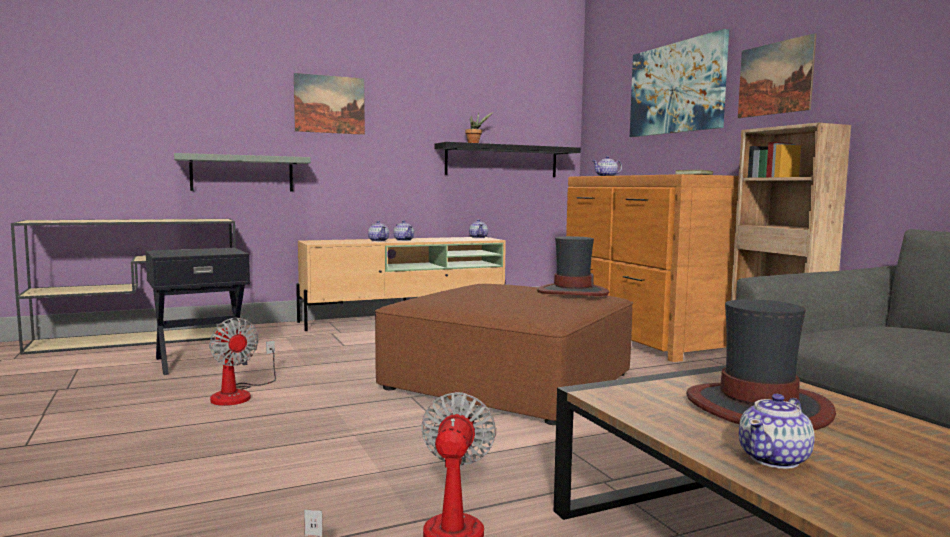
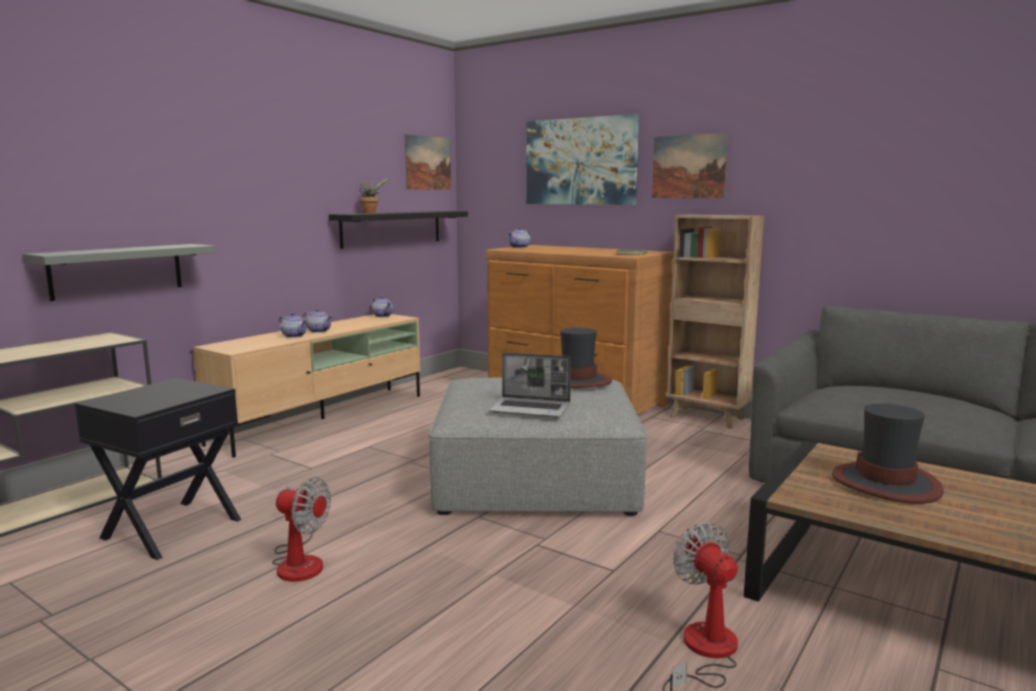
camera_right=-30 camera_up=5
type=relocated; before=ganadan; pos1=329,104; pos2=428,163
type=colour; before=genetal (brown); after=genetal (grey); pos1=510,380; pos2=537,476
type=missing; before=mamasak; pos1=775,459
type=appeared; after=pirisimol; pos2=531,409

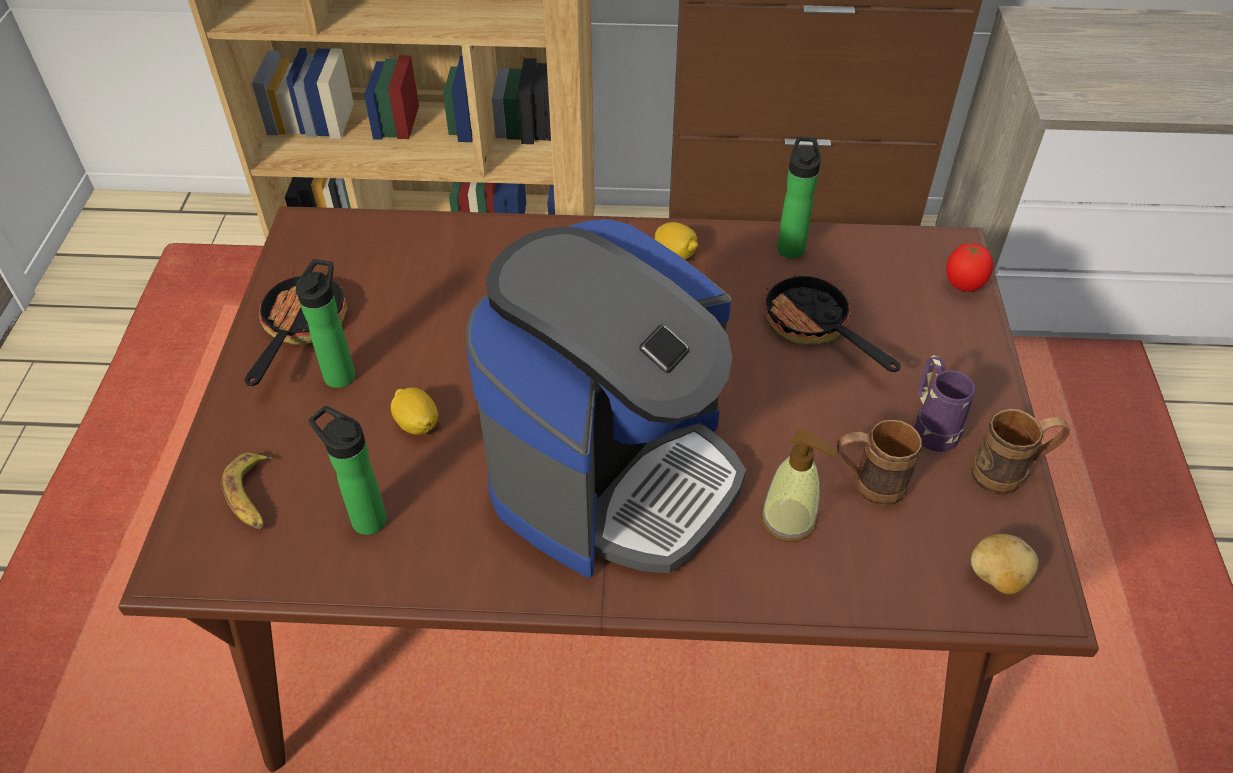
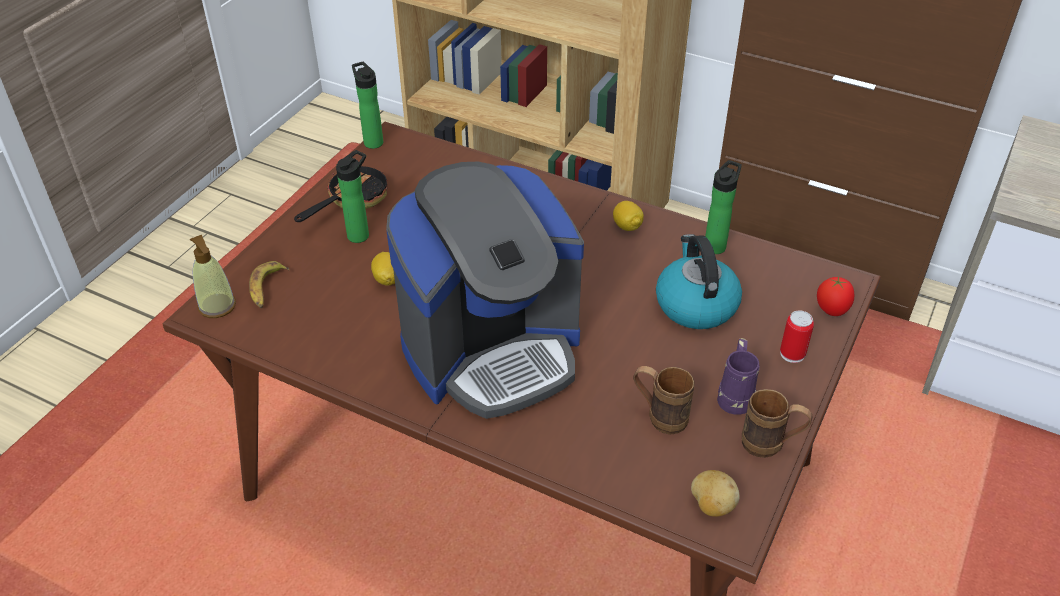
camera_right=25 camera_up=-5
type=exchanged; before=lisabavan; after=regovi; pos1=815,328; pos2=695,304
type=relocated; before=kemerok; pos1=365,518; pos2=372,141
type=relocated; before=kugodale; pos1=789,520; pos2=217,306
type=appeared; after=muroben; pos2=792,354

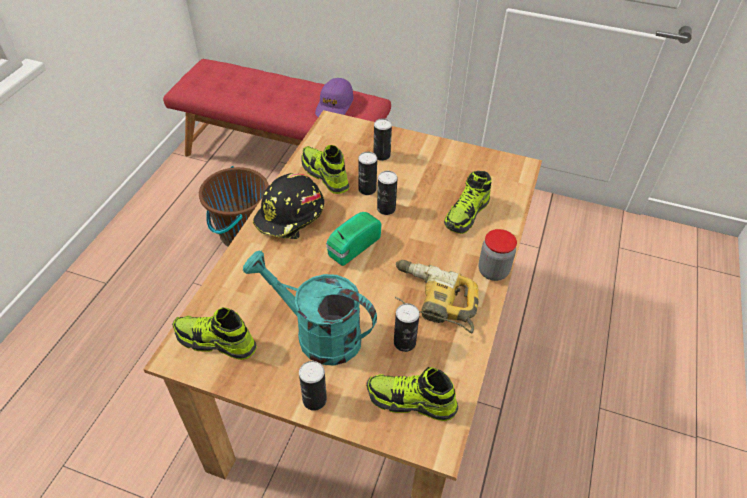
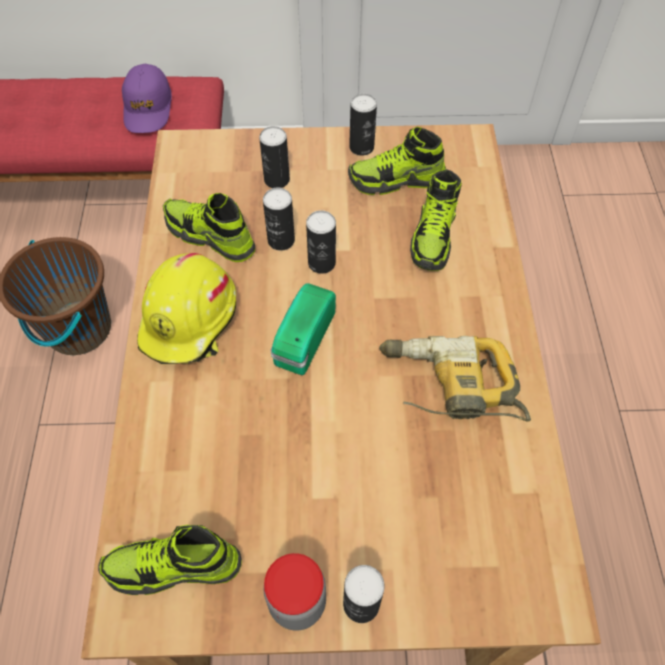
camera_right=-20 camera_up=10
type=colour; before=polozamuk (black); after=polozamuk (yellow); pos1=291,216; pos2=190,320
type=relocated; before=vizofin; pos1=493,271; pos2=297,602
type=missing; before=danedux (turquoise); pos1=318,334
type=relocated; before=muroben; pos1=404,342; pos2=361,147
type=relocated; before=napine; pos1=411,401; pos2=396,180

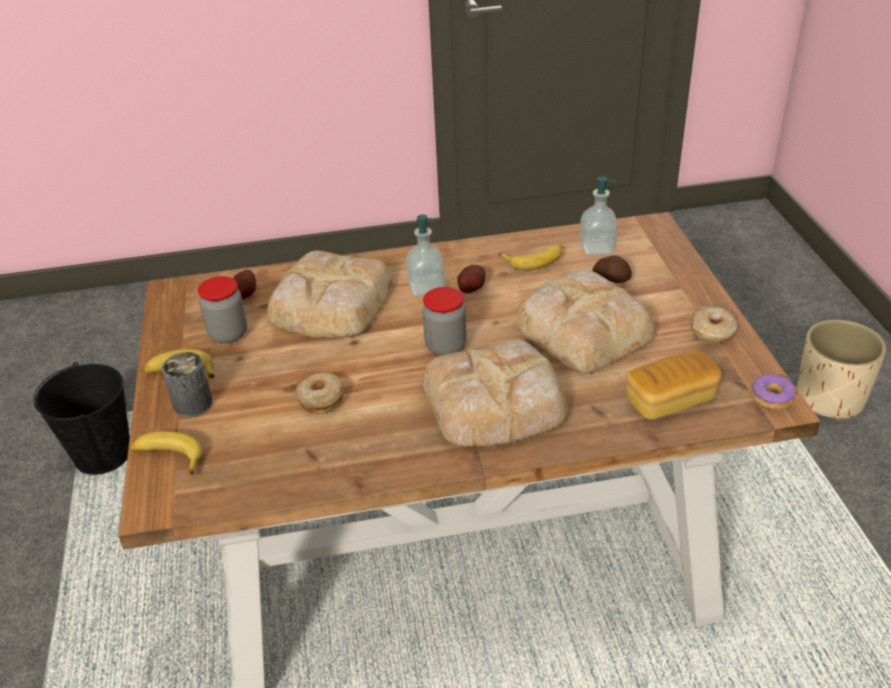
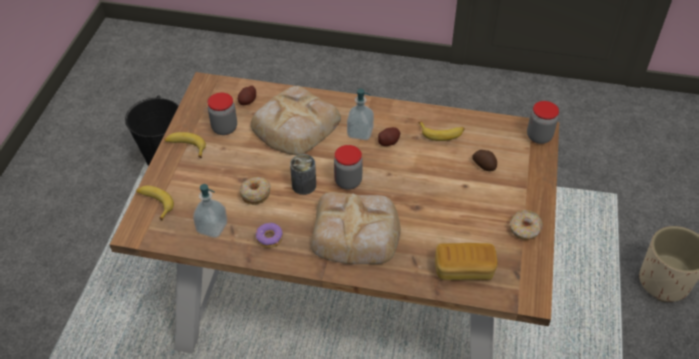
camera_right=20 camera_up=10
type=relocated; before=kugodale; pos1=597,248; pos2=212,227
type=missing; before=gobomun; pos1=583,328
type=relocated; before=muroben; pos1=193,404; pos2=304,185
type=relocated; before=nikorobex; pos1=772,398; pos2=269,238
type=appeared; after=vizofin; pos2=539,136

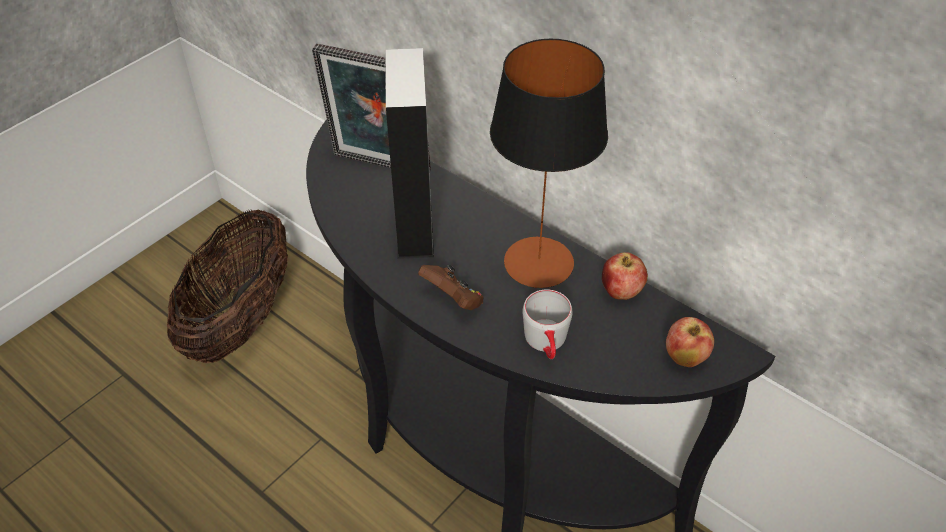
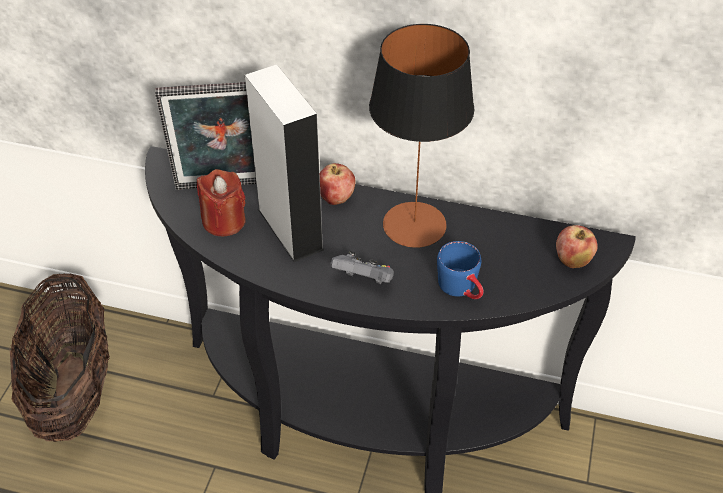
camera_right=-25 camera_up=0
type=relocated; before=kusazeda; pos1=621,292; pos2=336,198
type=colour; before=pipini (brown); after=pipini (grey); pos1=453,300; pos2=364,280
type=colour; before=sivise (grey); after=sivise (blue); pos1=547,344; pos2=462,289
type=appeared; after=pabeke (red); pos2=224,221

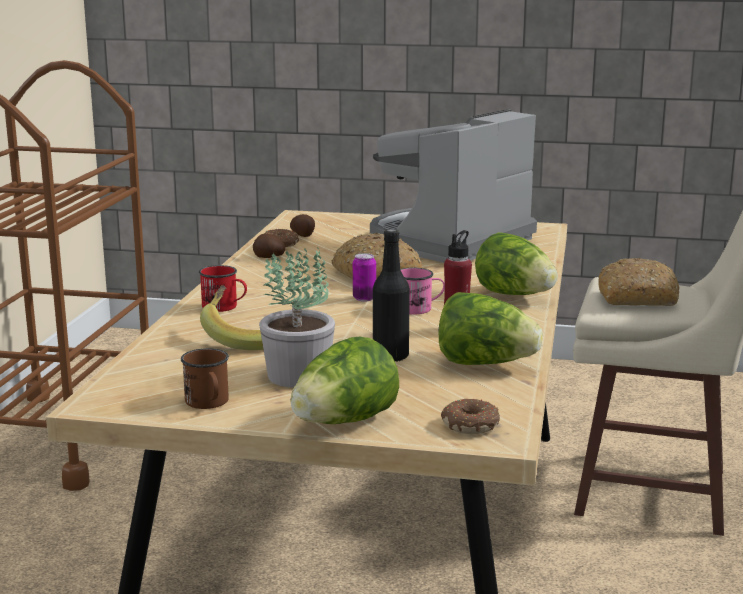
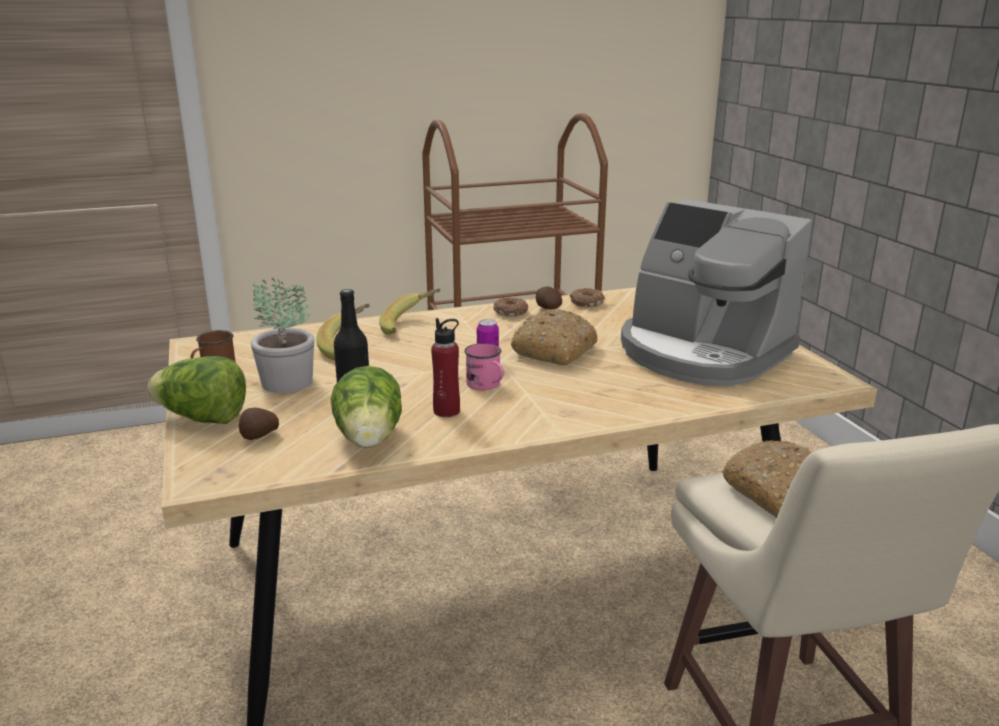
camera_right=60 camera_up=5
type=spun; before=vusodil; pos1=448,241; pos2=701,353; turn=-150
type=relocated; before=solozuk; pos1=303,236; pos2=259,436
type=missing; before=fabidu; pos1=515,295
type=exchanged; before=sivise (red); after=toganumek; pos1=224,307; pos2=411,326
type=relocated; before=nikorobex; pos1=471,425; pos2=511,312

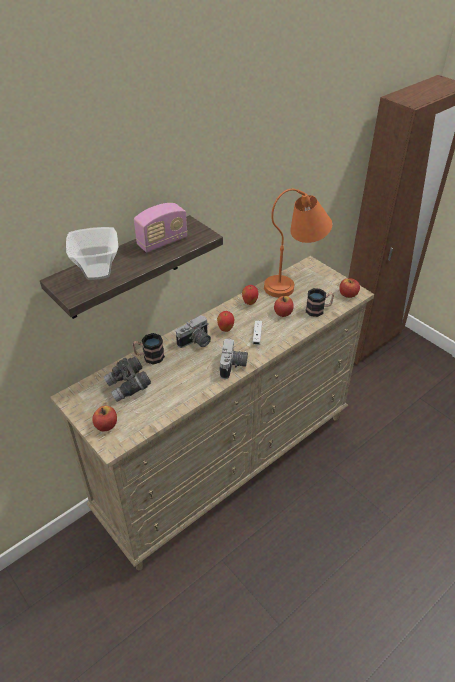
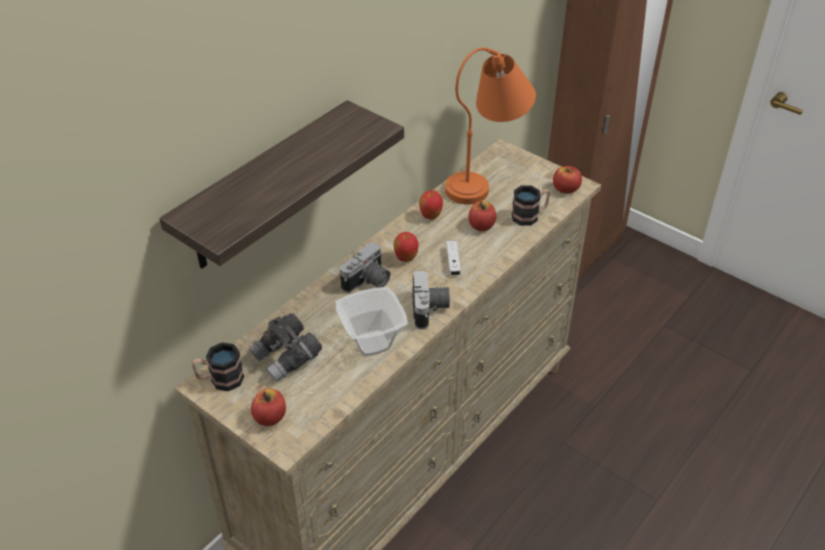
camera_right=-10 camera_up=0
type=missing; before=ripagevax; pos1=162,242
type=relocated; before=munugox; pos1=99,271; pos2=373,342
type=relocated; before=sivise; pos1=149,357; pos2=220,379

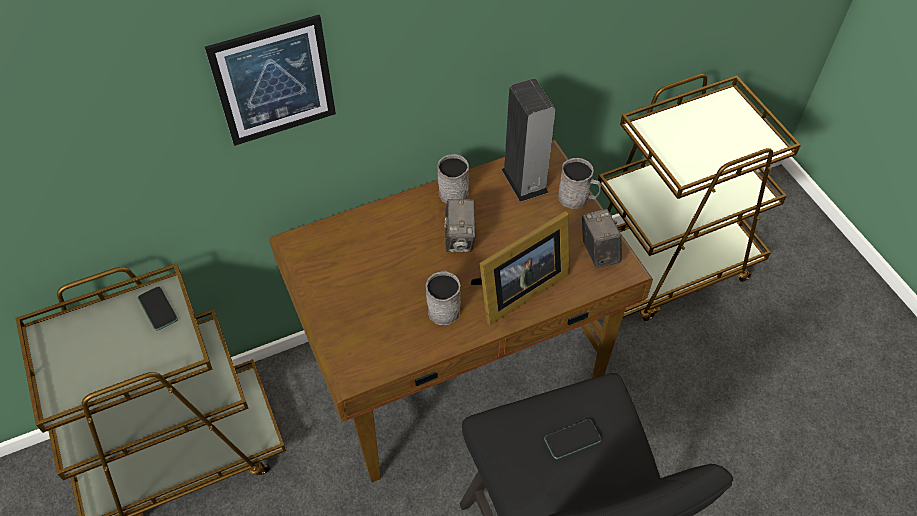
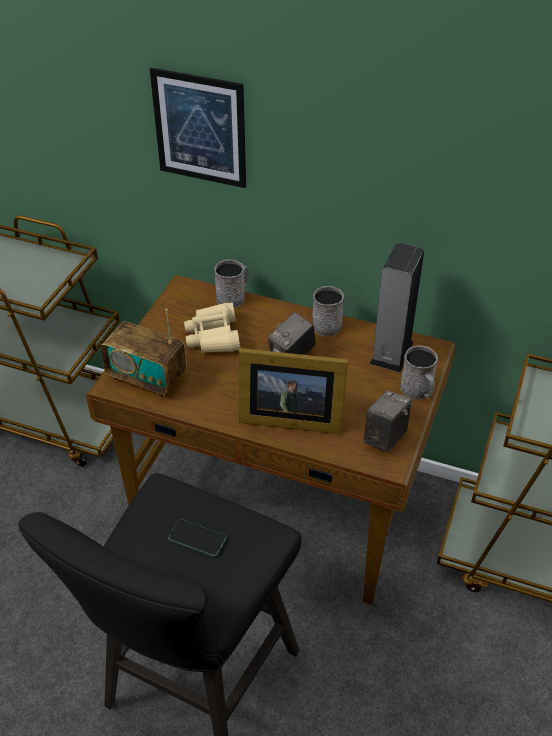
camera_right=45 camera_up=-10
type=relocated; before=sivise (grey); pos1=443,306; pos2=234,297
type=missing; before=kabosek; pos1=158,309
type=appeared; after=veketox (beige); pos2=213,336
type=appeared; after=ripagevax; pos2=147,378

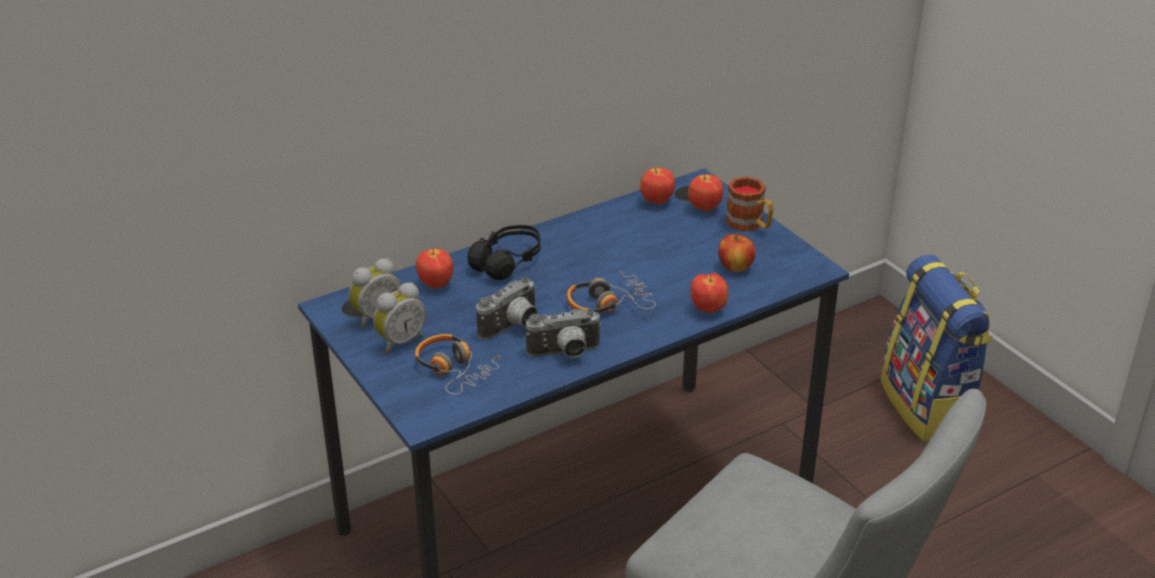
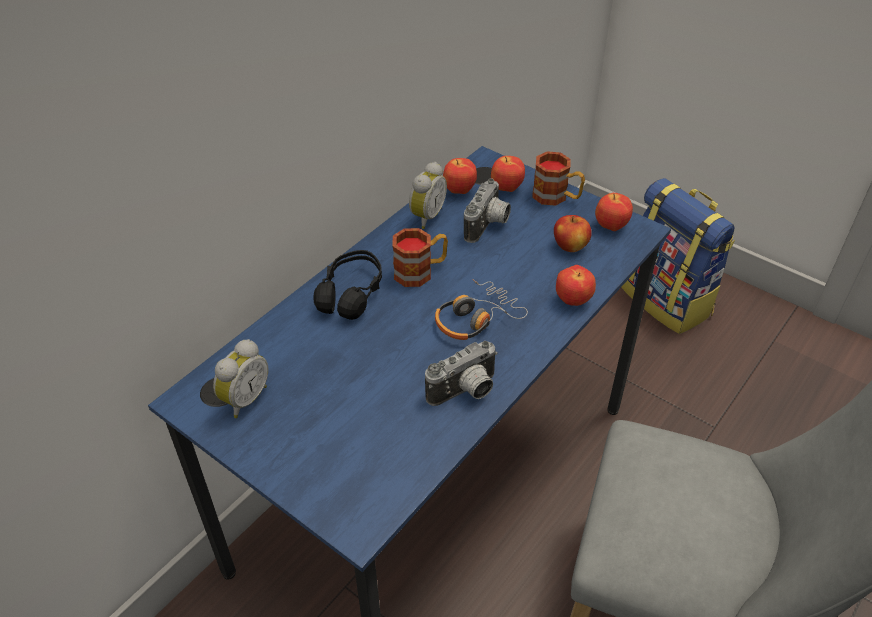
camera_right=-20 camera_up=10
type=relocated; before=kusazeda; pos1=435,285; pos2=610,227
type=relocated; before=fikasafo; pos1=513,327; pos2=488,225
type=relocated; before=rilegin; pos1=399,341; pos2=425,216
type=missing; before=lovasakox; pos1=455,370
type=appeared; after=sivise; pos2=420,271

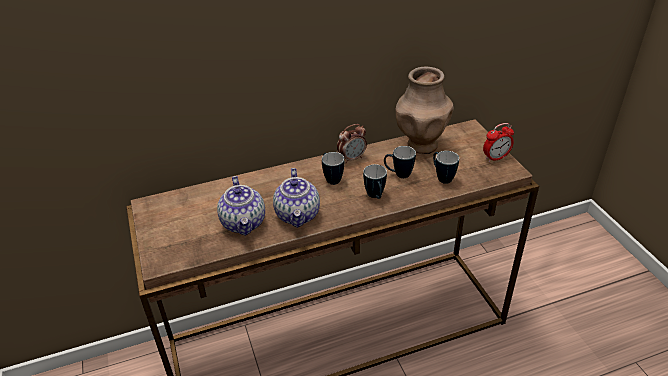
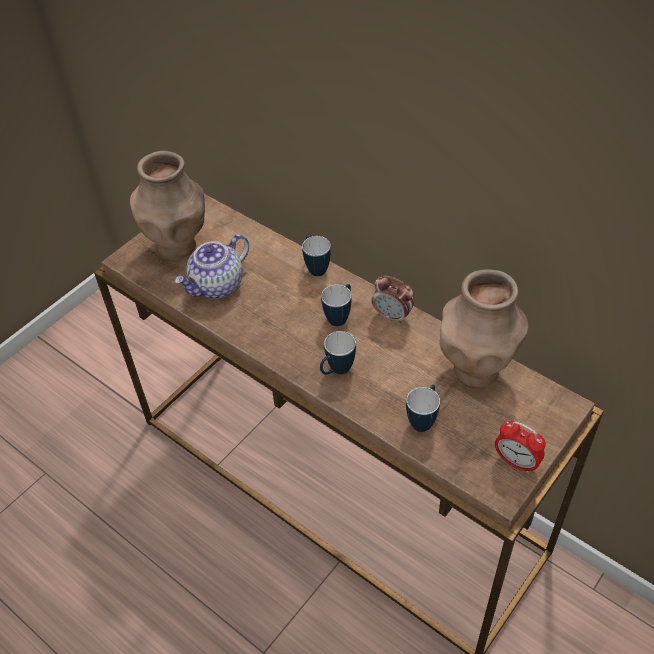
camera_right=60 camera_up=10
type=relocated; before=sivise; pos1=398,174; pos2=315,267
type=missing; before=mamasak; pos1=298,215
type=appeared; after=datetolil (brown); pos2=178,246

